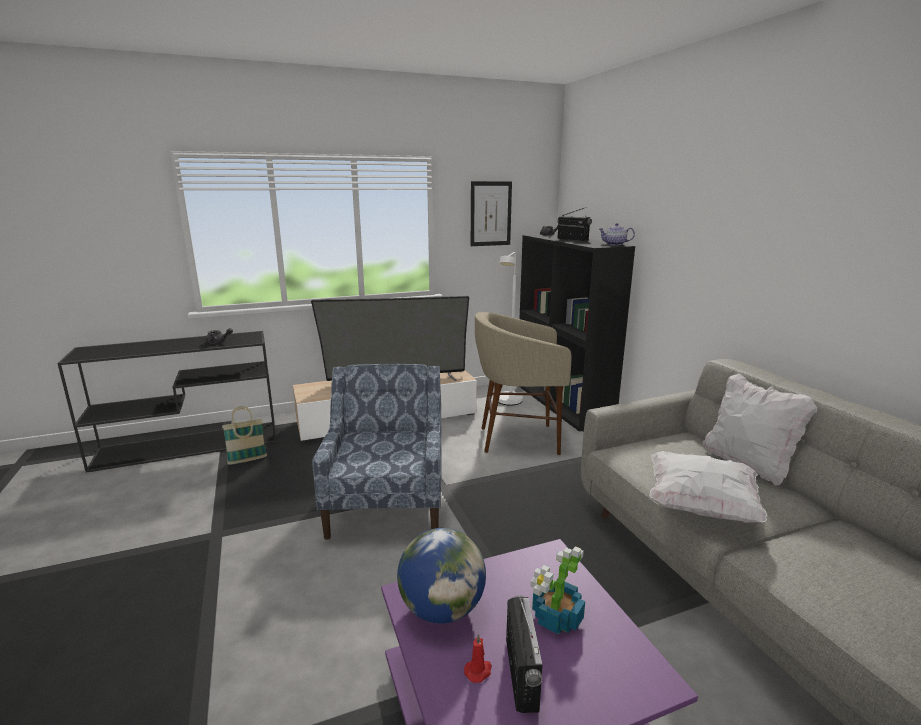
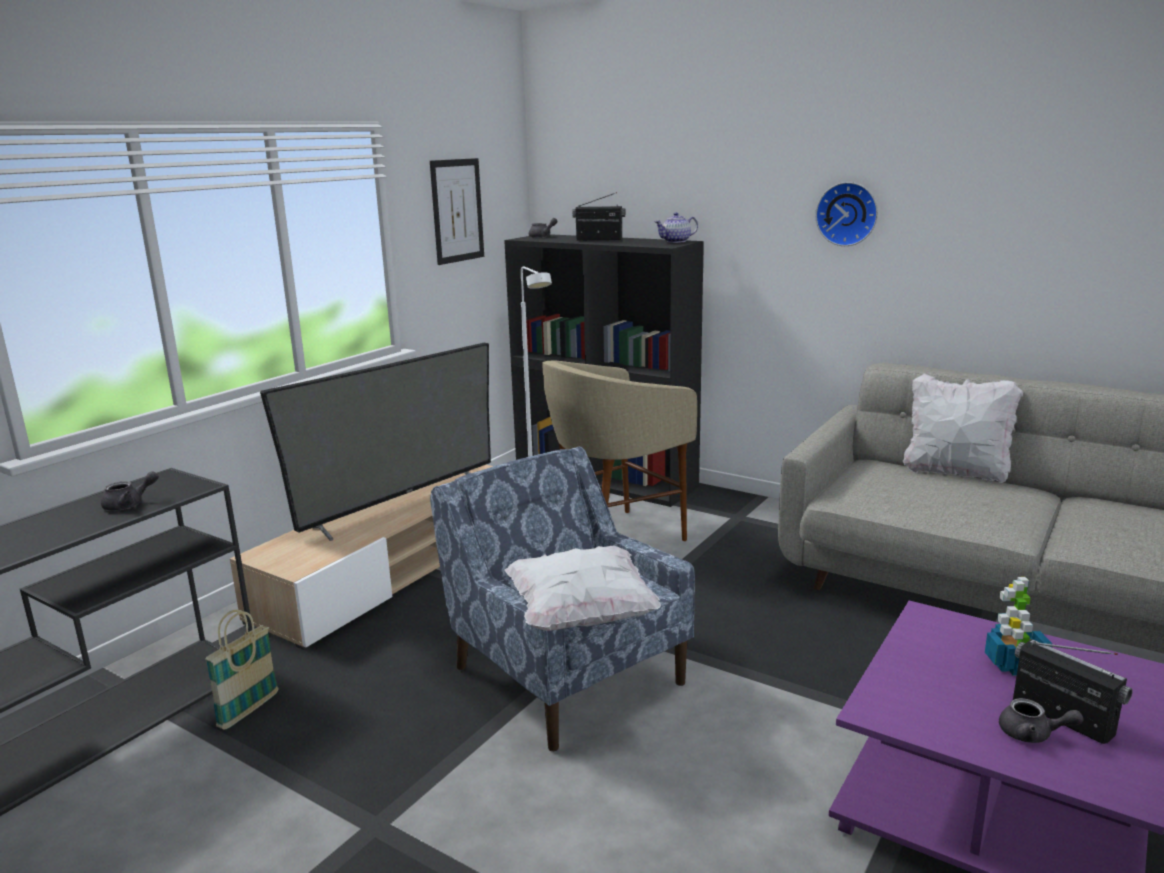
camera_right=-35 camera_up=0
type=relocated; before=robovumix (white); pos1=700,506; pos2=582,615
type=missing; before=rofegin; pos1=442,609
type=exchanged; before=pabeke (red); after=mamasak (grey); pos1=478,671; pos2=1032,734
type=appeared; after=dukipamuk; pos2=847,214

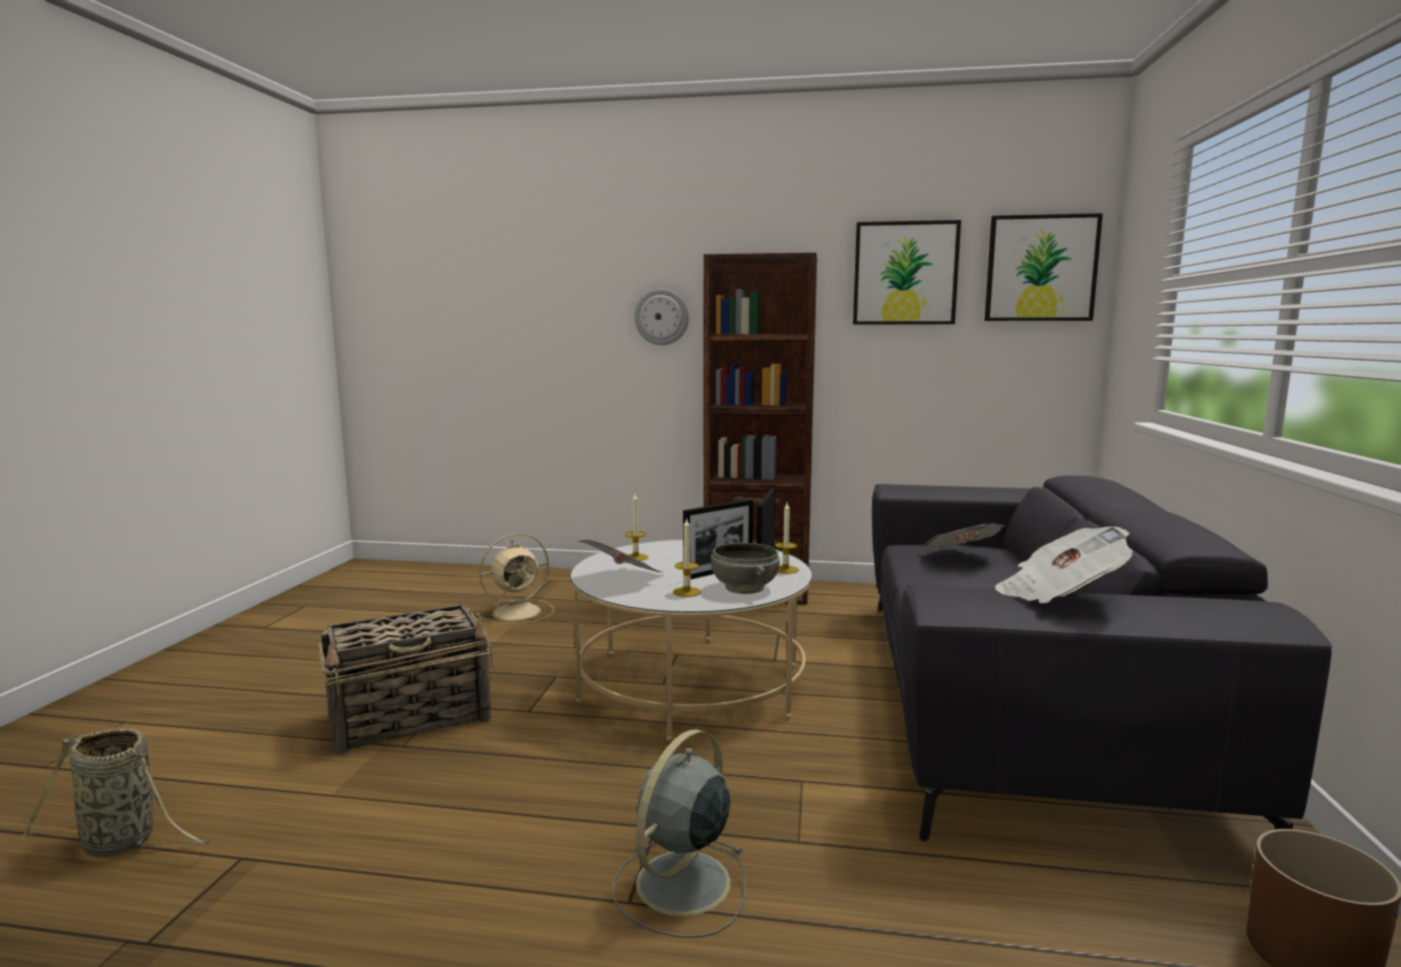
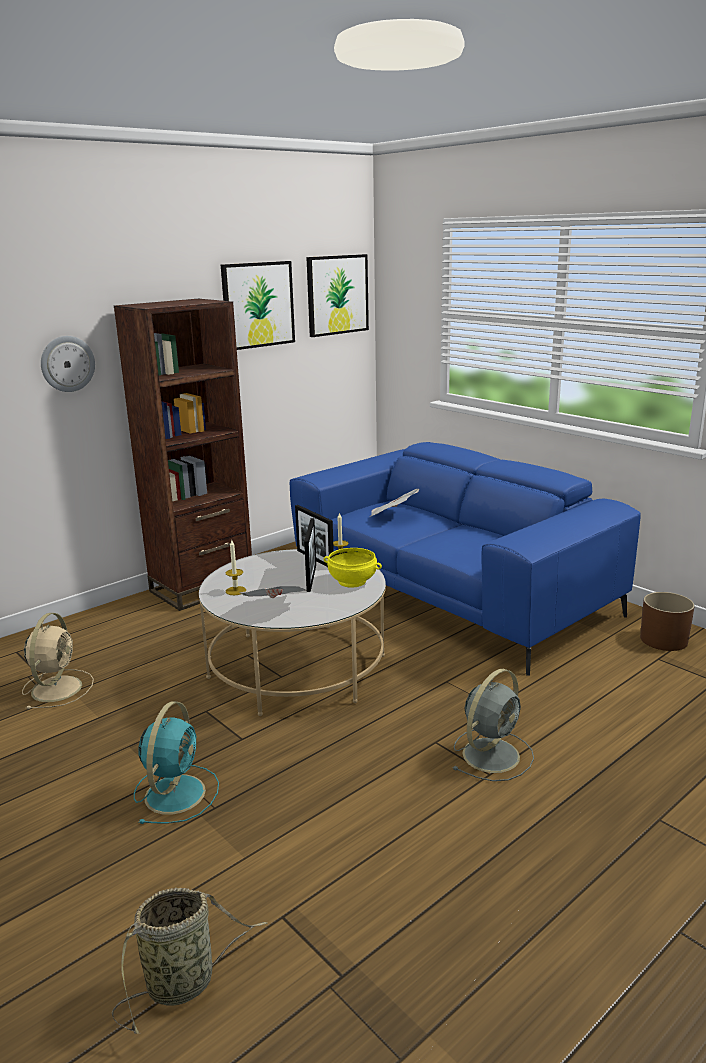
camera_right=-50 camera_up=10
type=colour; before=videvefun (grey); after=videvefun (blue); pos1=1014,699; pos2=450,592
type=missing; before=pabeke; pos1=686,592
type=missing; before=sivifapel; pos1=1059,594
type=colour; before=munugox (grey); after=munugox (yellow); pos1=743,588; pos2=352,582
type=exchanged; before=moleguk; after=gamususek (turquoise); pos1=412,718; pos2=176,792
type=spun; before=gamususek (grey); pos1=680,885; pos2=492,754; turn=-120

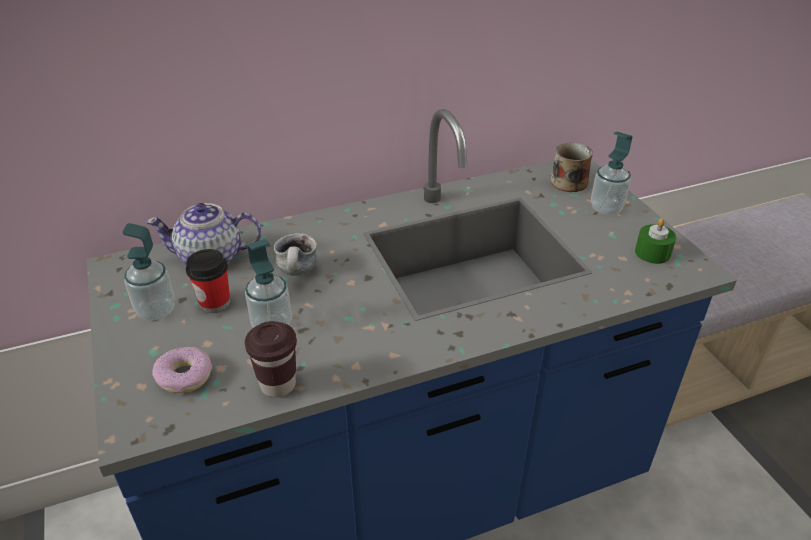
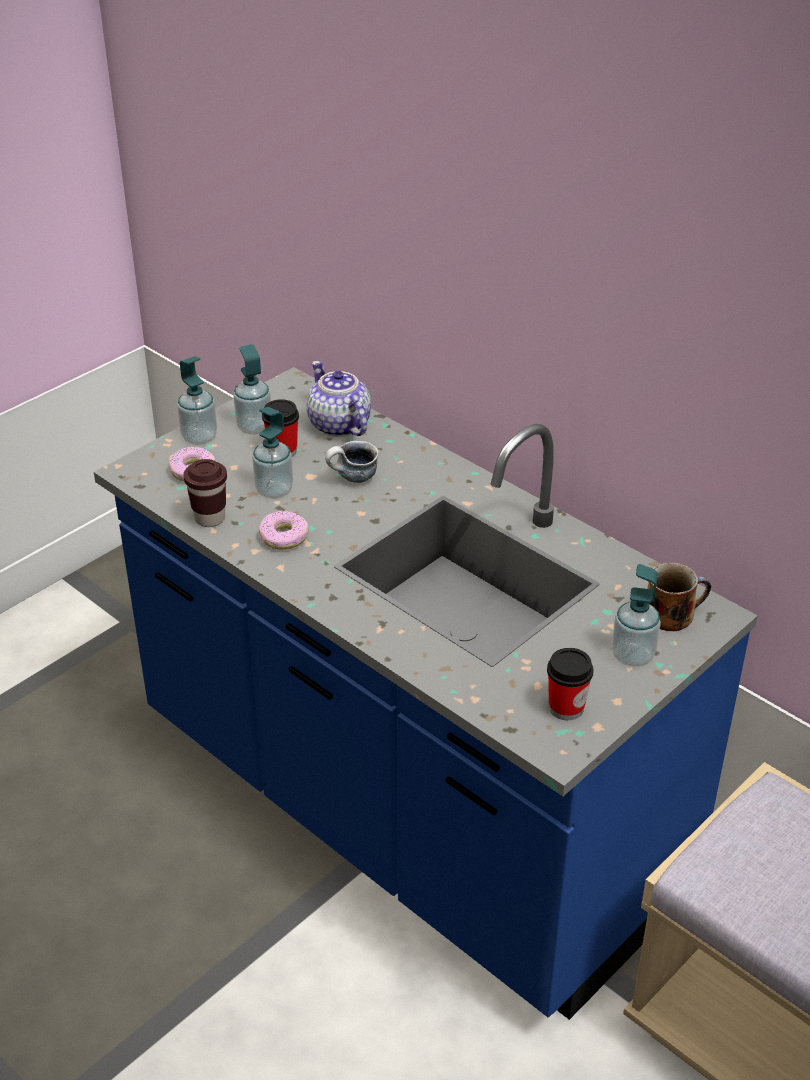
camera_right=65 camera_up=0
type=exchanged; before=pabeke (green); after=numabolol; pos1=652,253; pos2=566,707
type=appeared; after=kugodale; pos2=199,437
type=appeared; after=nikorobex; pos2=284,537

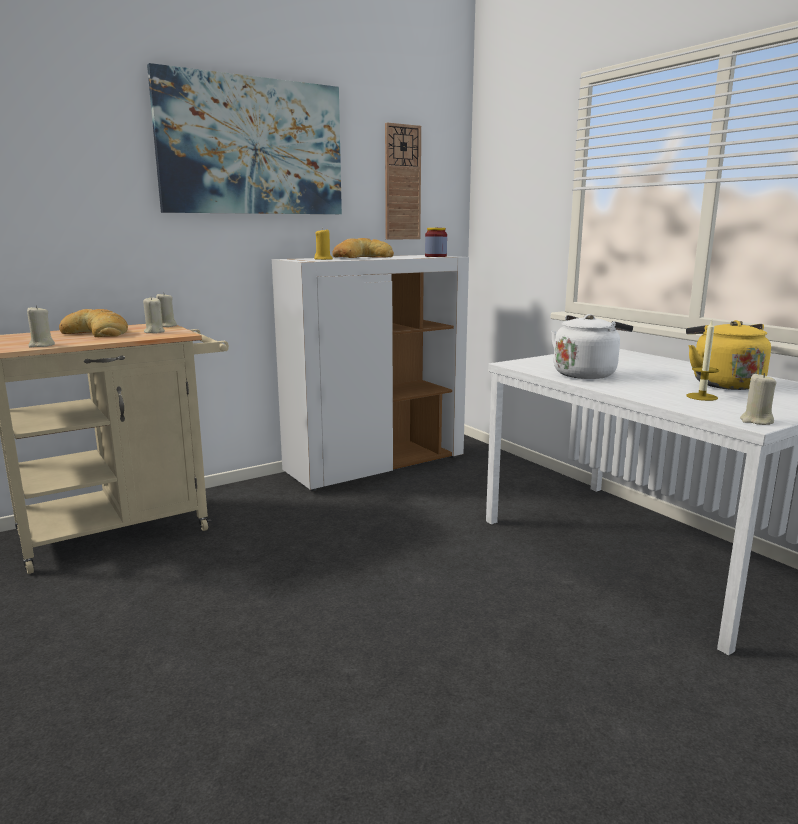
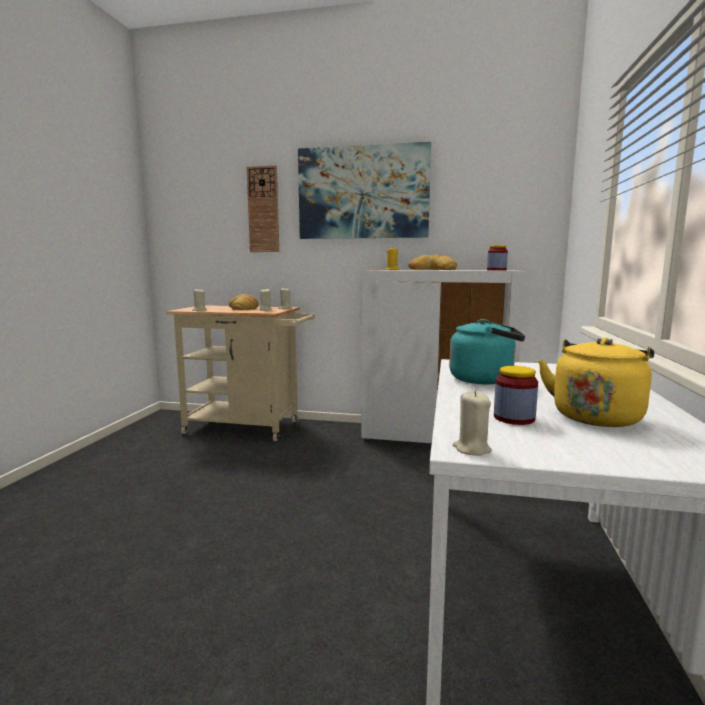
camera_right=45 camera_up=-5
type=relocated; before=dukipamuk; pos1=402,183; pos2=263,210
type=colour; before=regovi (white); after=regovi (turquoise); pos1=586,374; pos2=485,379
type=exchanged; before=pabeke; after=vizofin; pos1=701,397; pos2=514,418

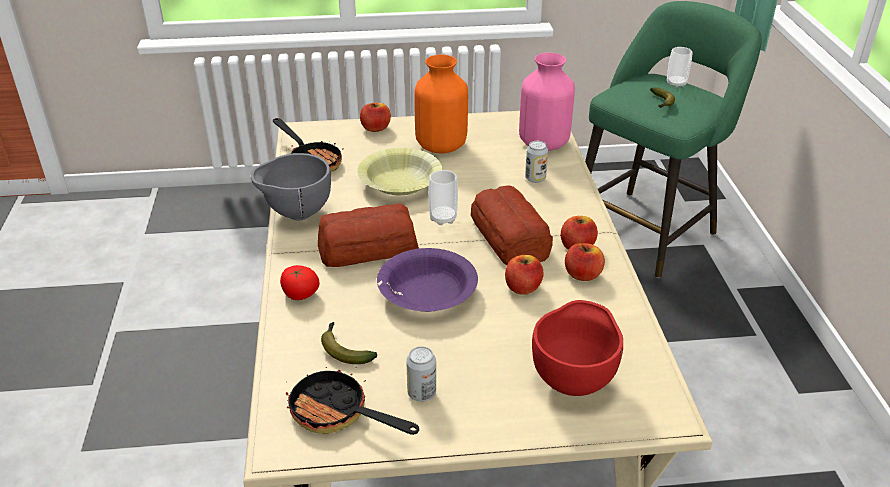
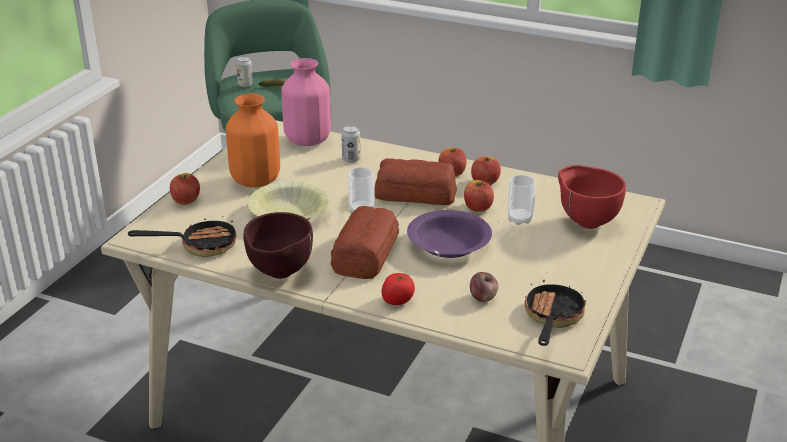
camera_right=-60 camera_up=-5
type=relocated; before=numabolol; pos1=676,84; pos2=519,219
type=colour; before=munugox (grey); after=munugox (brown); pos1=295,214; pos2=279,274
type=exchanged; before=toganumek; after=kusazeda; pos1=344,349; pos2=483,297
type=relocated; before=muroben; pos1=421,393; pos2=245,84
type=spun; before=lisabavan; pos1=338,414; pos2=552,318; turn=135

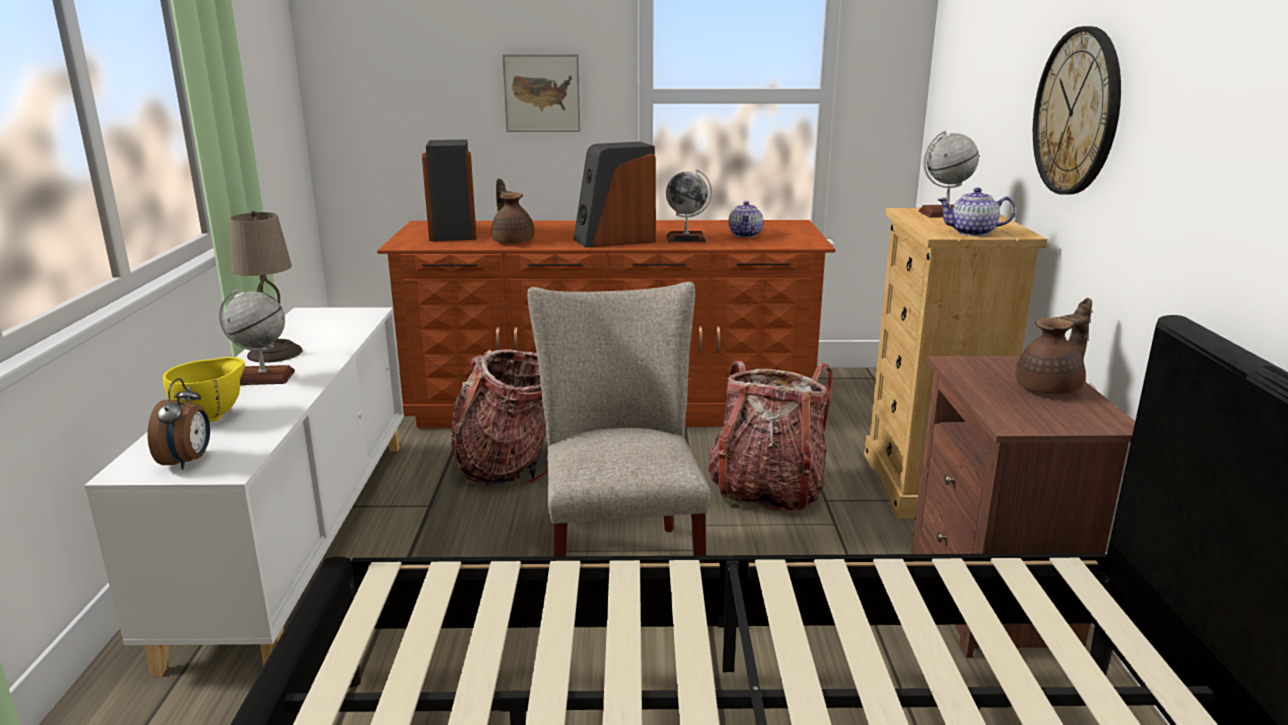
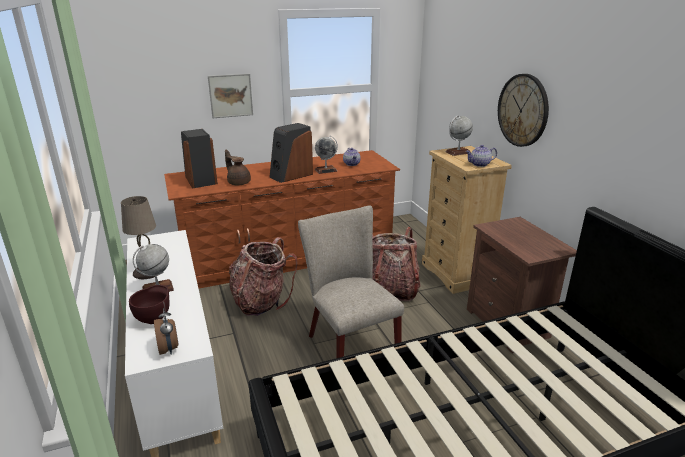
camera_right=-20 camera_up=5
type=missing; before=mamasak (brown); pos1=1050,388
type=colour; before=munugox (yellow); after=munugox (brown); pos1=213,417; pos2=154,319

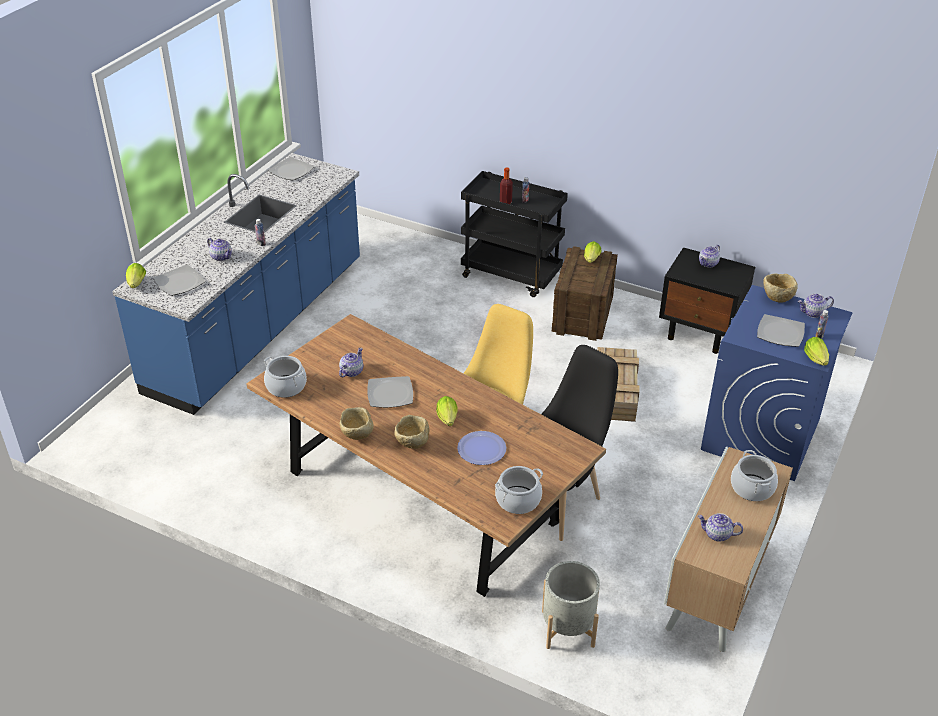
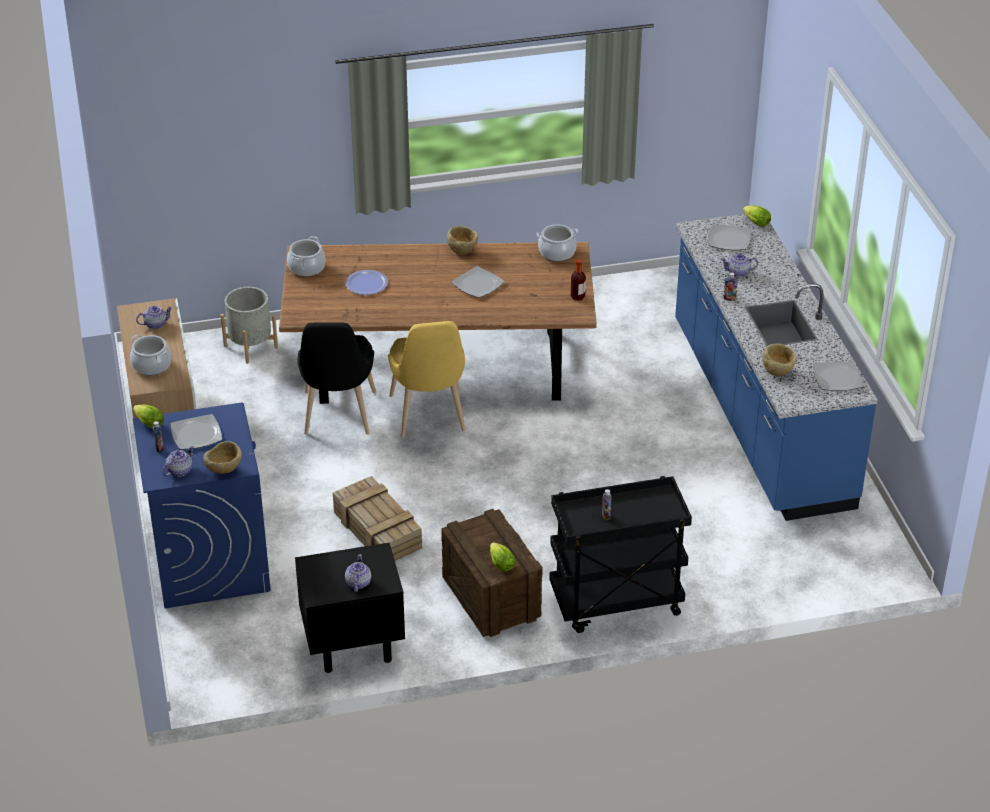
camera_right=140 camera_up=0
type=relocated; before=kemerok; pos1=505,202; pos2=577,297
type=missing; before=mamasak; pos1=351,372
type=missing; before=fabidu; pos1=448,420
type=relocated; before=munugox (beige); pos1=412,443; pos2=778,371

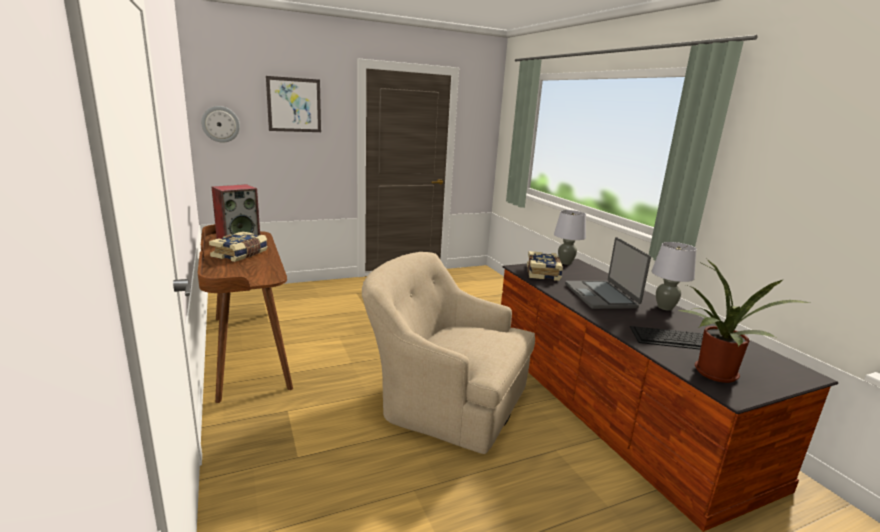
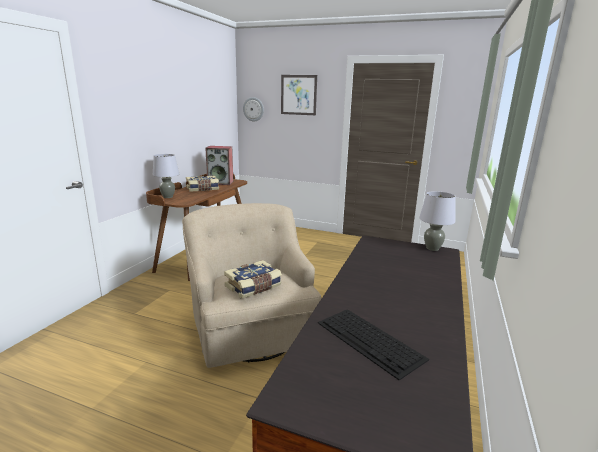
camera_right=45 camera_up=0
type=missing; before=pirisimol; pos1=601,296
type=relocated; before=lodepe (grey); pos1=665,307; pos2=168,197
type=relocated; before=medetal; pos1=544,273; pos2=253,287
type=missing; before=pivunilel; pos1=714,375

